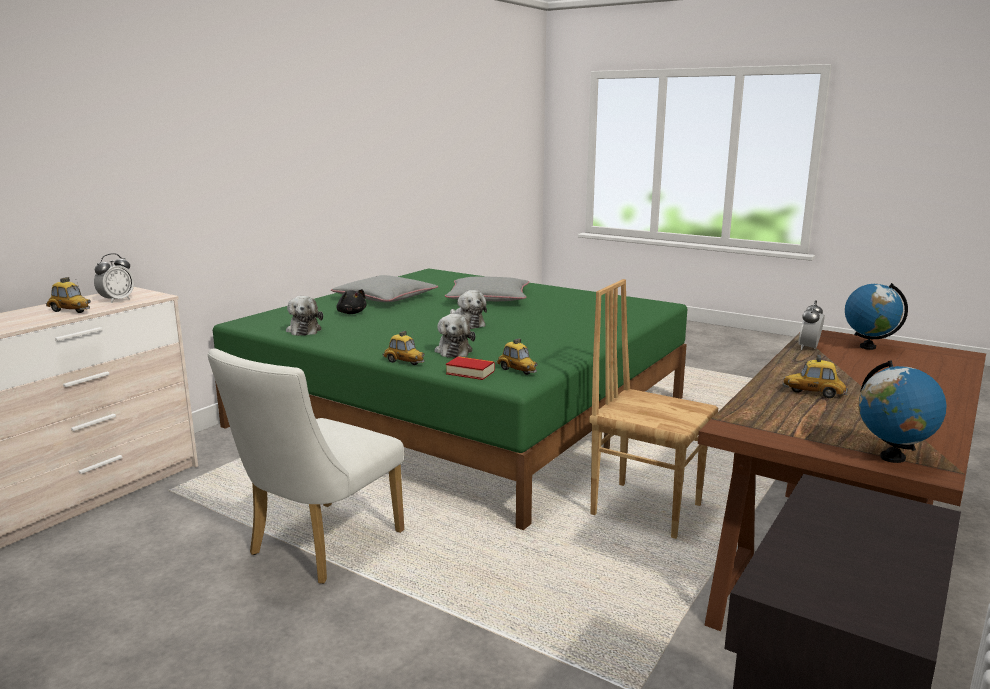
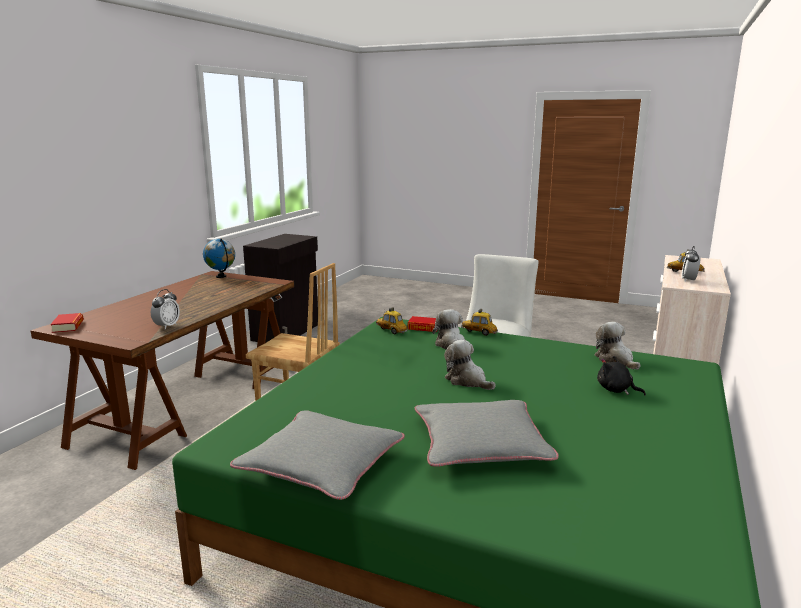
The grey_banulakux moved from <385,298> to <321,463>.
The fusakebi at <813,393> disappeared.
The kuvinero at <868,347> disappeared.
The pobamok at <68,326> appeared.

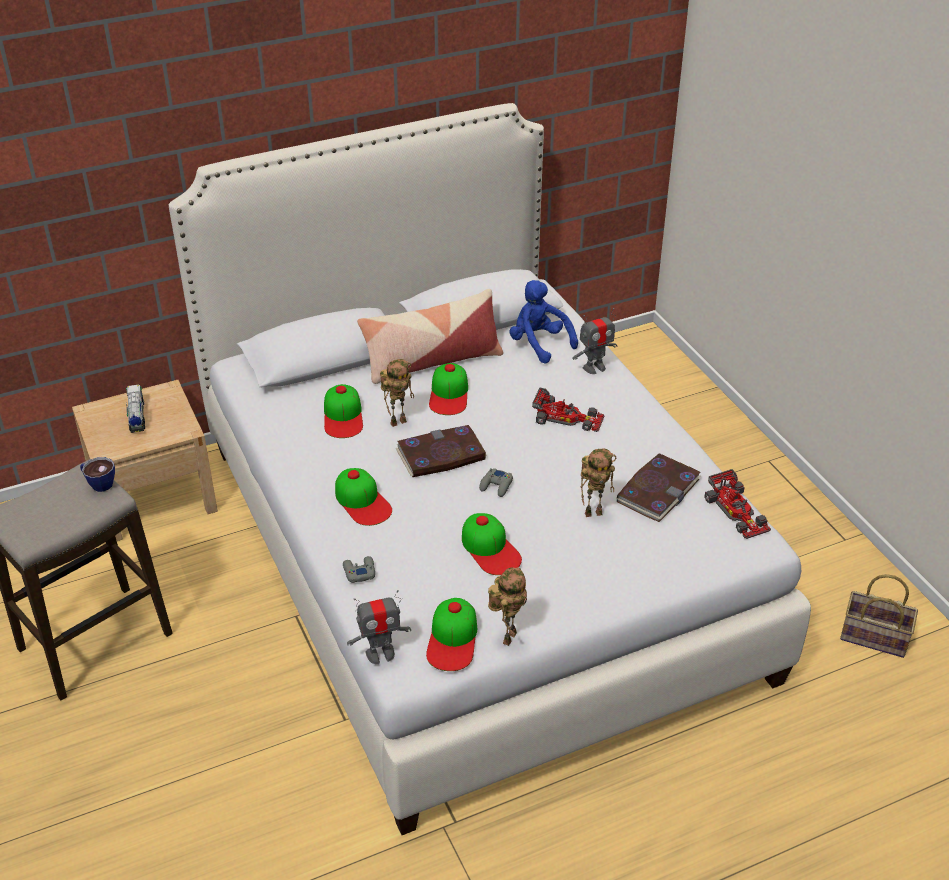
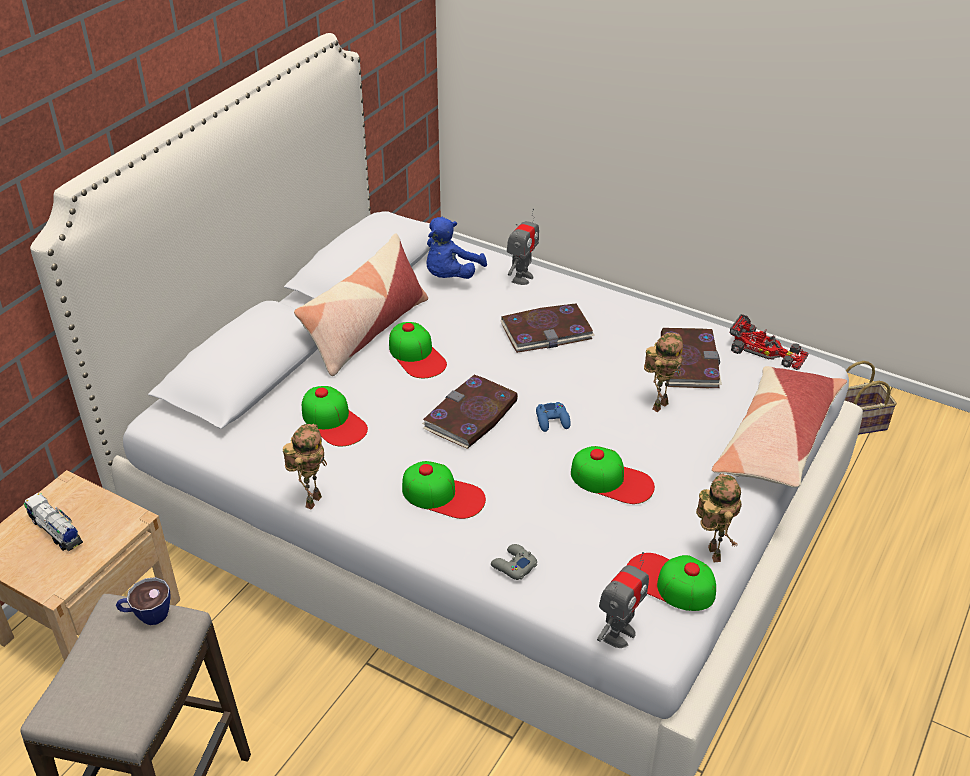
The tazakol moved from <398,421> to <312,500>.
The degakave at <453,639> turned 150 degrees clockwise.
The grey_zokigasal at <496,486> became the blue_zokigasal at <552,420>.
The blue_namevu at <539,344> turned 75 degrees counterclockwise.
The fusakebi at <567,417> was replaced by the pobamok at <546,331>.
The banulakux at <777,440> appeared.

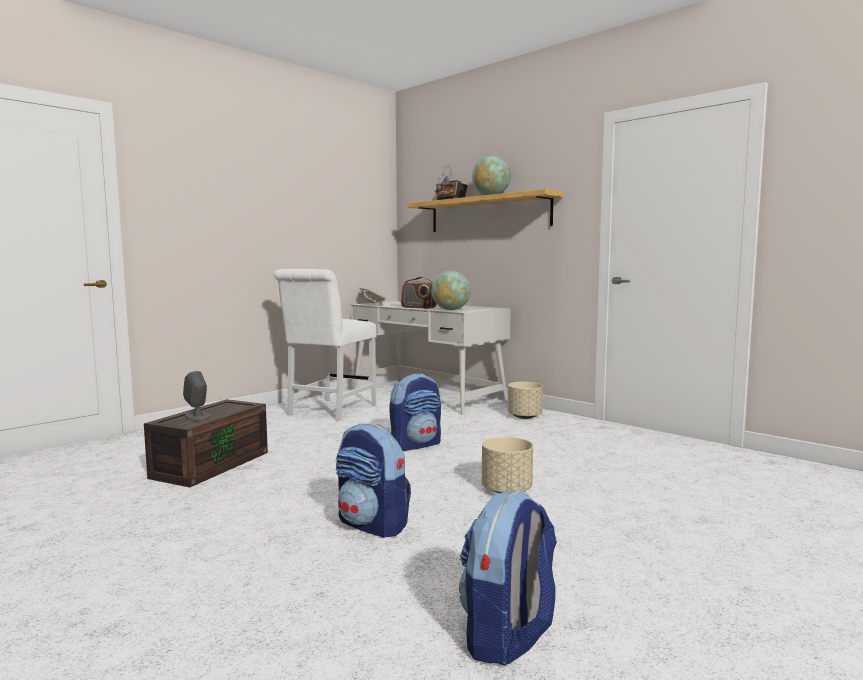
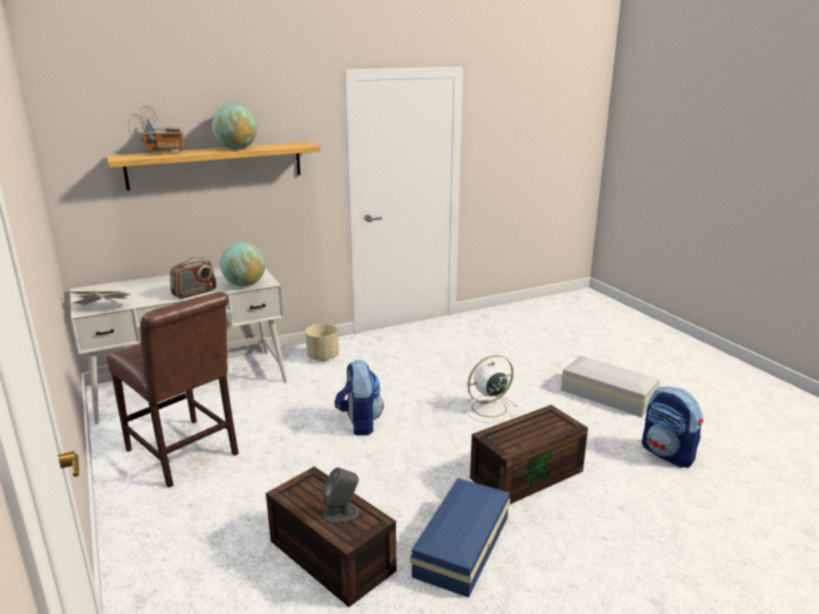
The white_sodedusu at <329,411> became the brown_sodedusu at <185,455>.
The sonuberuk at <373,525> was replaced by the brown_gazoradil at <527,473>.
The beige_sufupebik at <506,490> was replaced by the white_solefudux at <487,408>.
The blue_gazoradil at <460,547> appeared.
The white_gazoradil at <609,396> appeared.

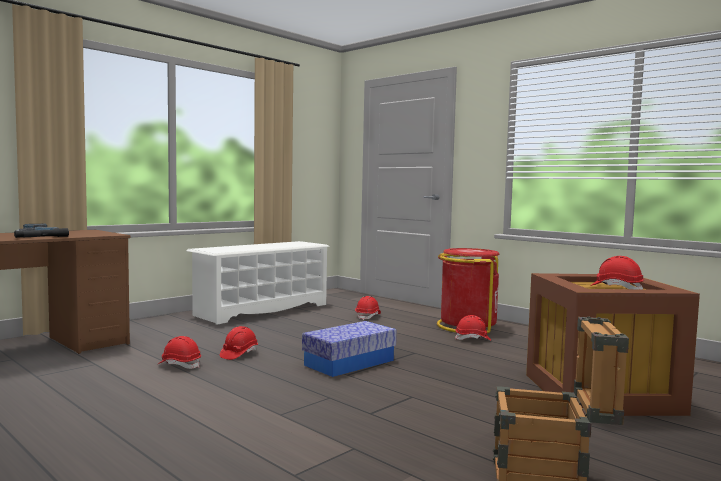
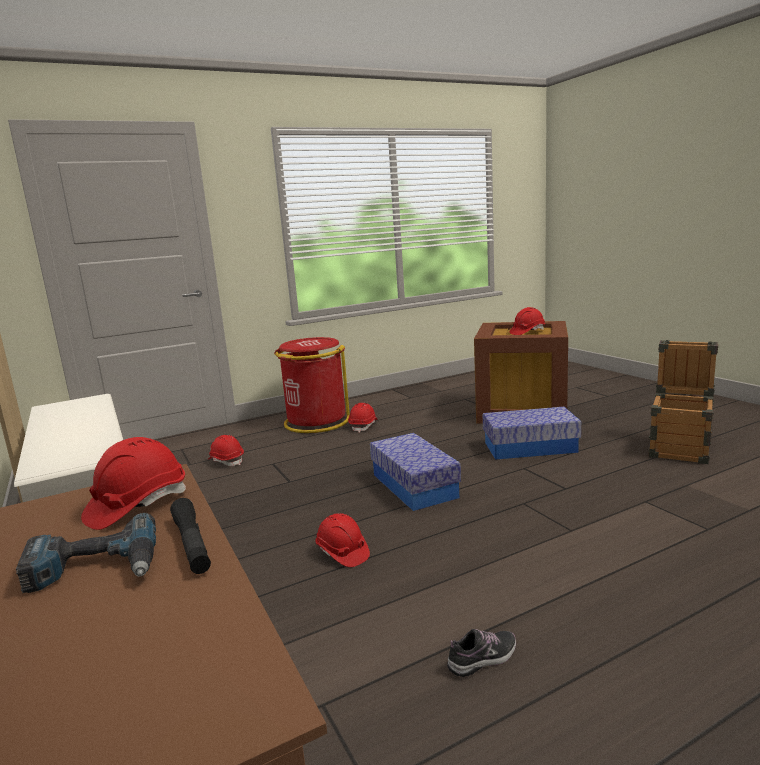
The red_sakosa moved from <179,365> to <137,505>.
The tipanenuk at <483,659> appeared.
The gazoradil at <530,447> appeared.

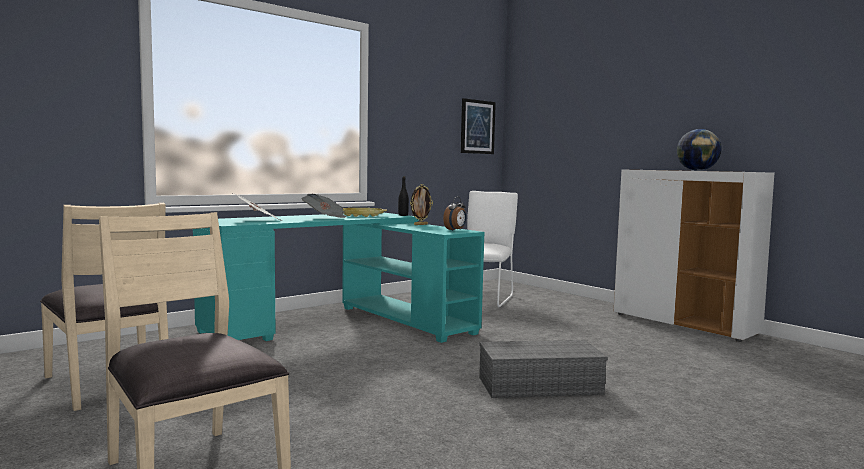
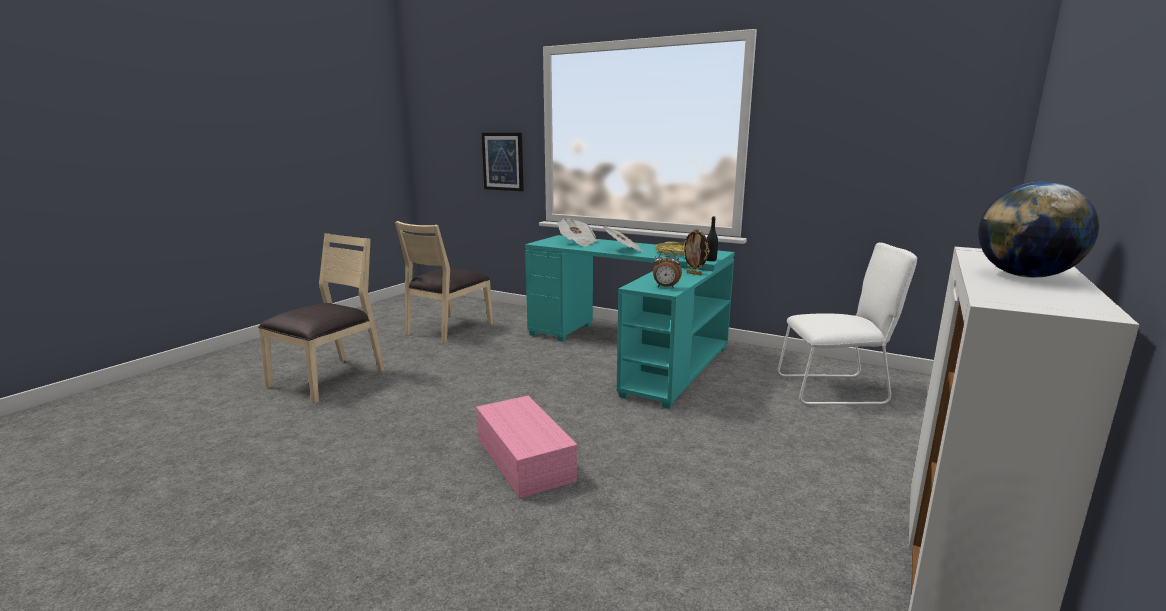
The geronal moved from <477,127> to <503,161>.
The grey_gazoradil at <541,385> became the pink_gazoradil at <526,460>.

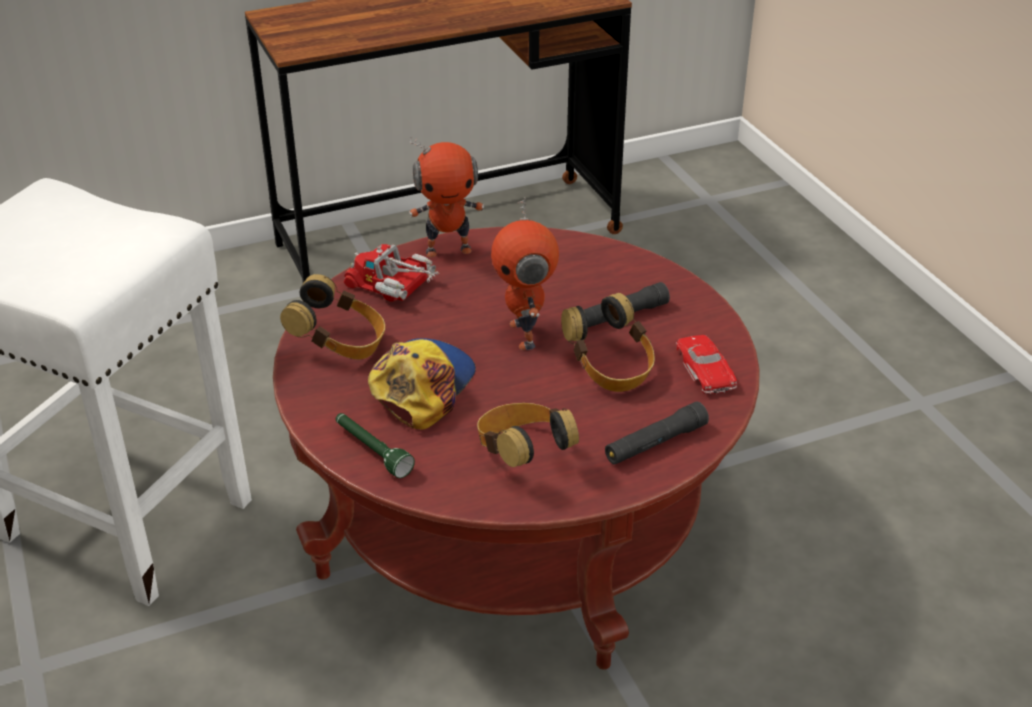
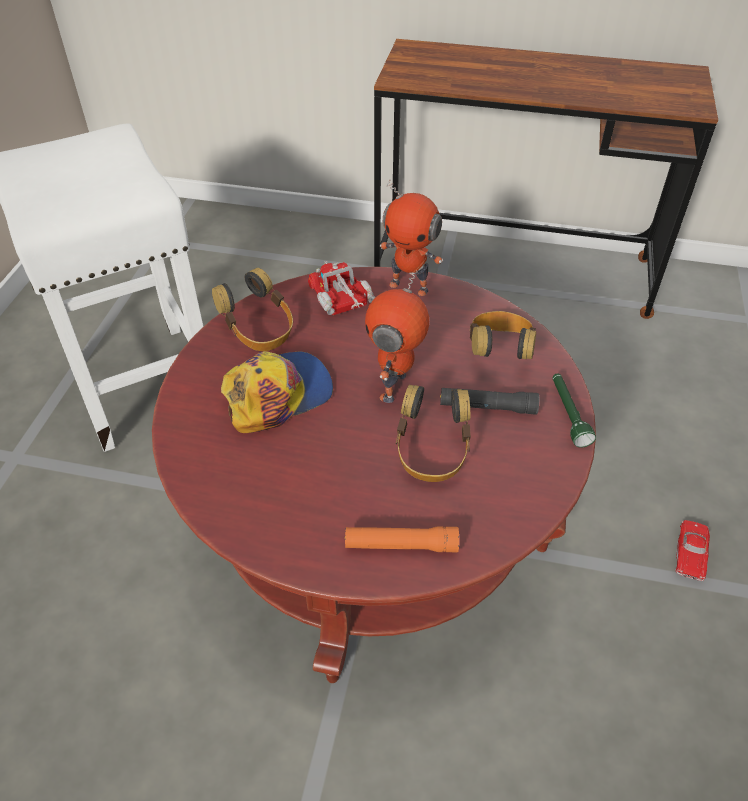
The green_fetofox moved from <372,451> to <568,414>.
The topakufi moved from <522,454> to <499,352>.
The black_fetofox at <655,443> became the orange_fetofox at <400,545>.
The red_fusakebi moved from <705,369> to <691,552>.

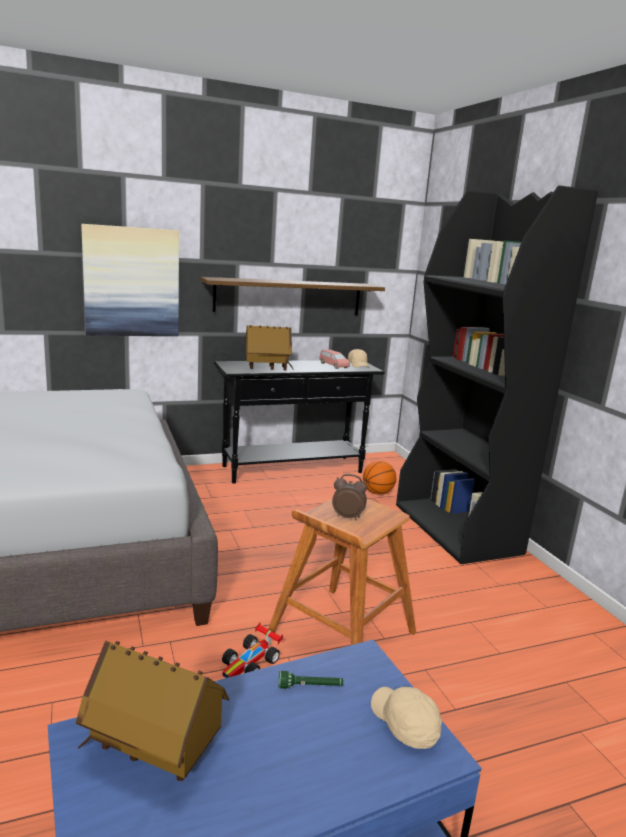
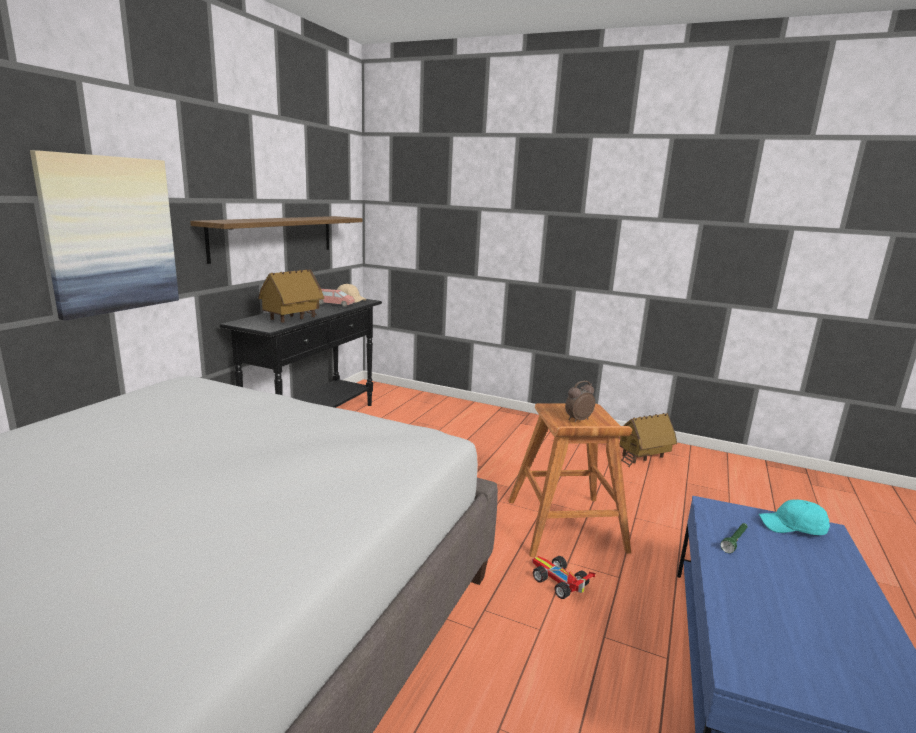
The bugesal moved from <153,750> to <643,457>.
The fusakebi at <251,663> turned 150 degrees clockwise.
The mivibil at <377,493> disappeared.
The beige_degakave at <404,724> became the turquoise_degakave at <793,528>.
The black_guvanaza at <457,529> disappeared.

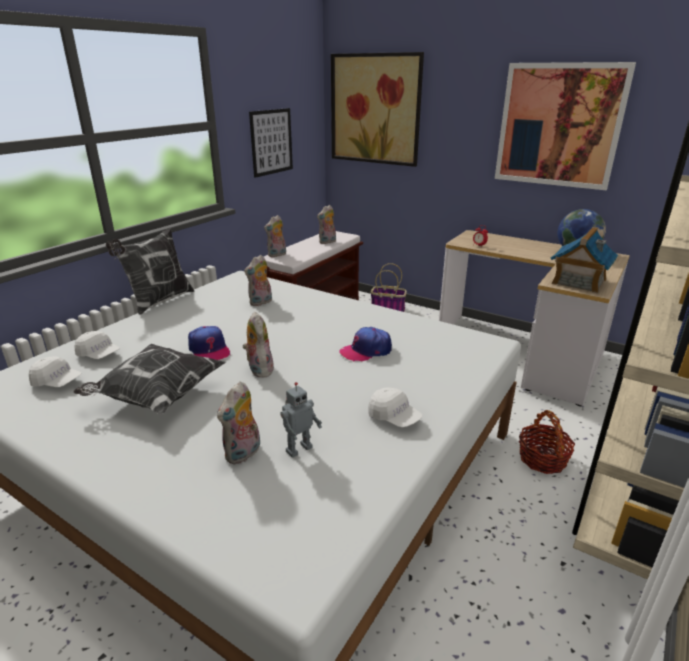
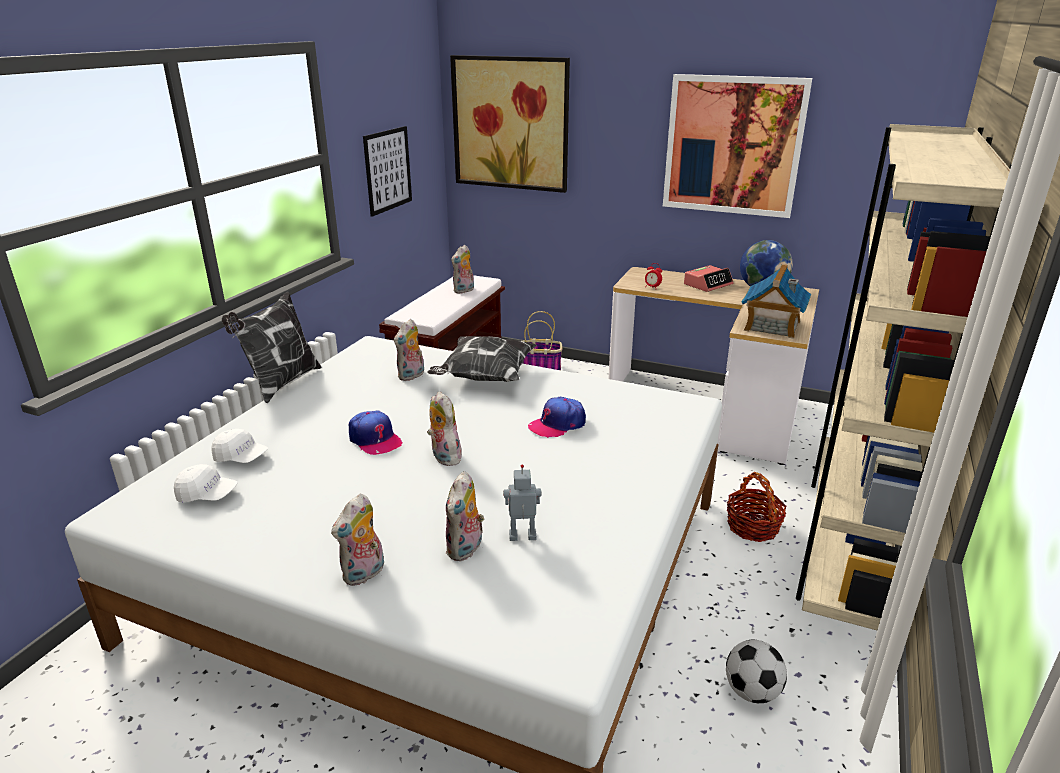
The banulakux moved from <156,397> to <484,378>.
The namevu moved from <277,255> to <364,574>.
The tazakol at <298,448> turned 135 degrees counterclockwise.
The white_degakave at <394,417> disappeared.
The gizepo at <708,284> appeared.
The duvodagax at <752,692> appeared.

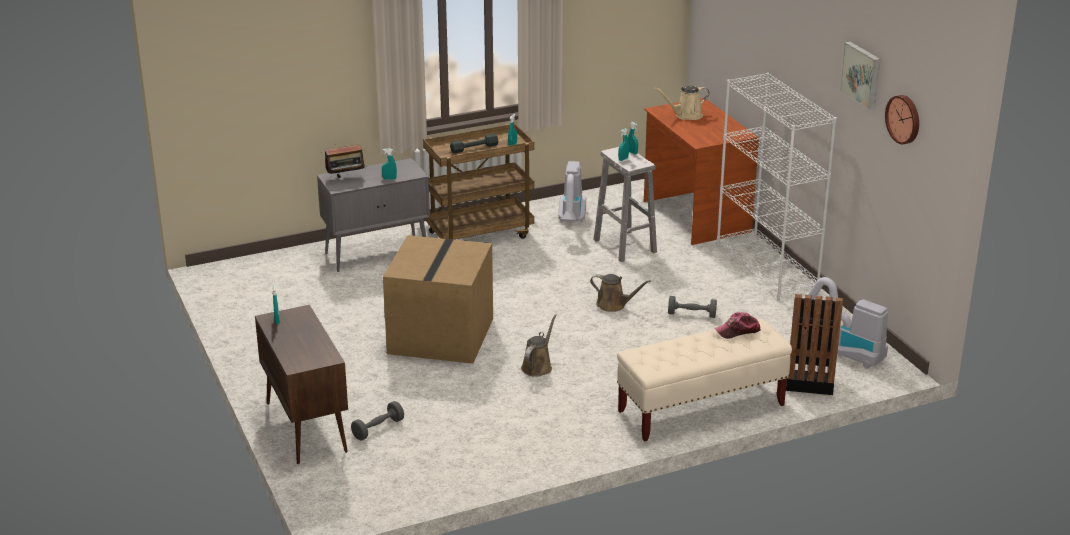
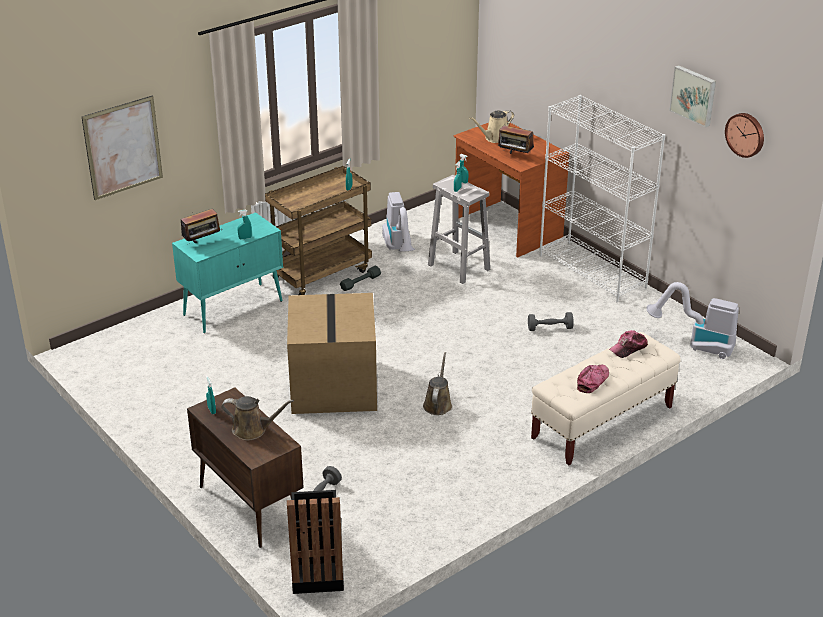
The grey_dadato at <377,253> became the turquoise_dadato at <234,307>.
The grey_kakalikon moved from <474,148> to <360,282>.
The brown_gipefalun moved from <614,305> to <253,430>.
The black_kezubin moved from <809,380> to <317,574>.
The geronal at <123,147> appeared.
The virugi at <515,156> appeared.
The degakave at <592,381> appeared.

